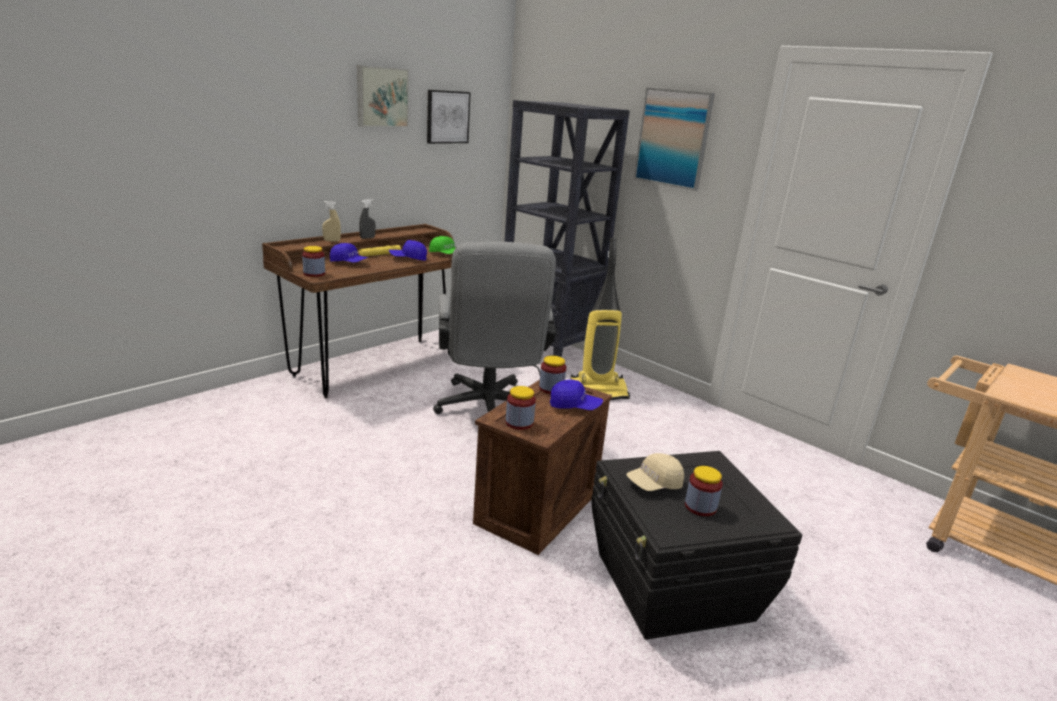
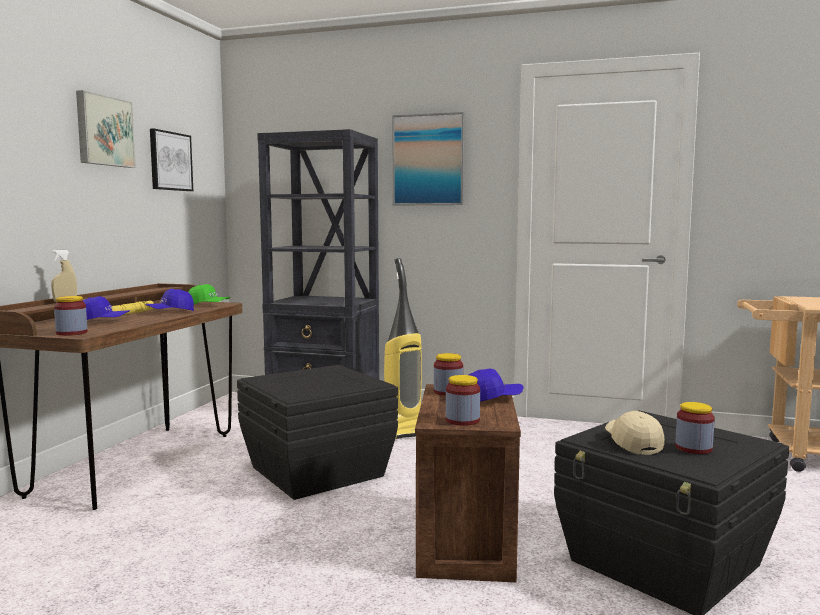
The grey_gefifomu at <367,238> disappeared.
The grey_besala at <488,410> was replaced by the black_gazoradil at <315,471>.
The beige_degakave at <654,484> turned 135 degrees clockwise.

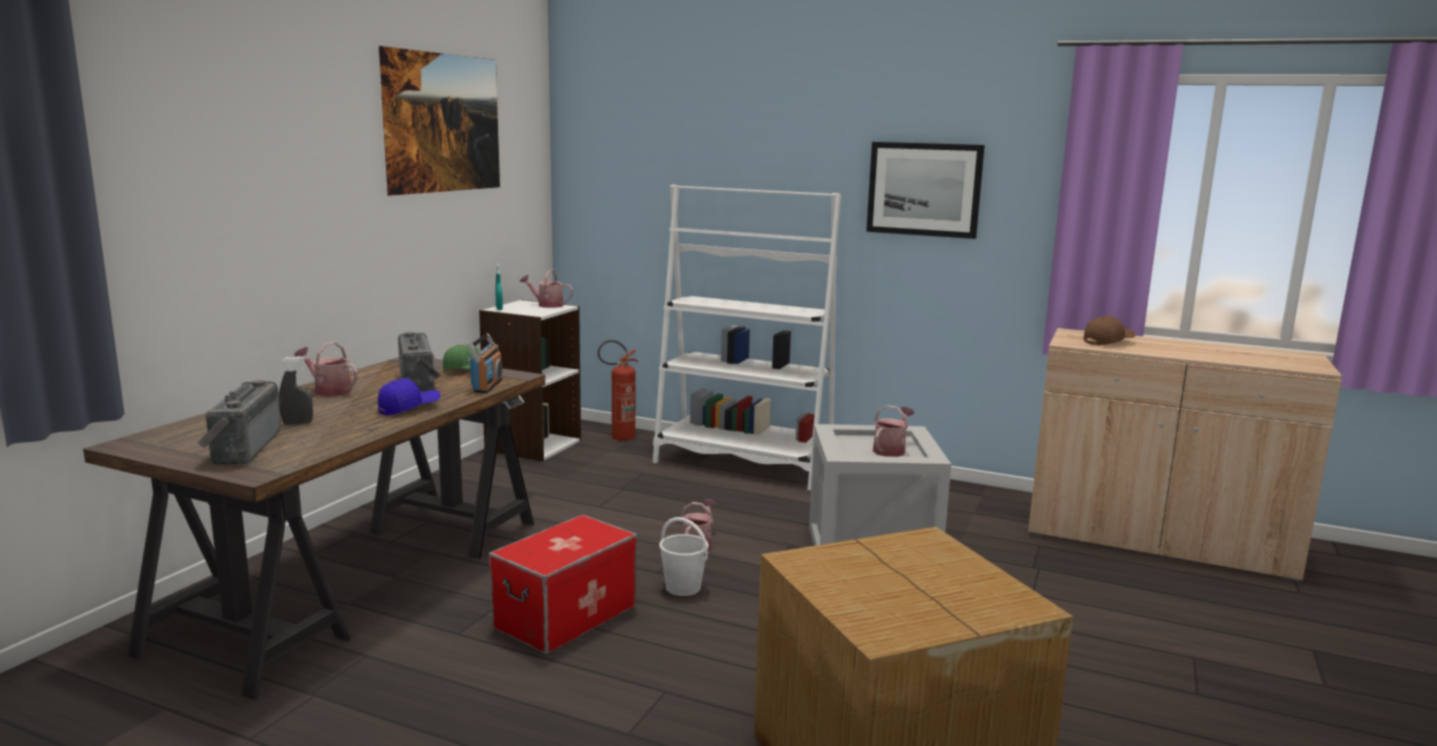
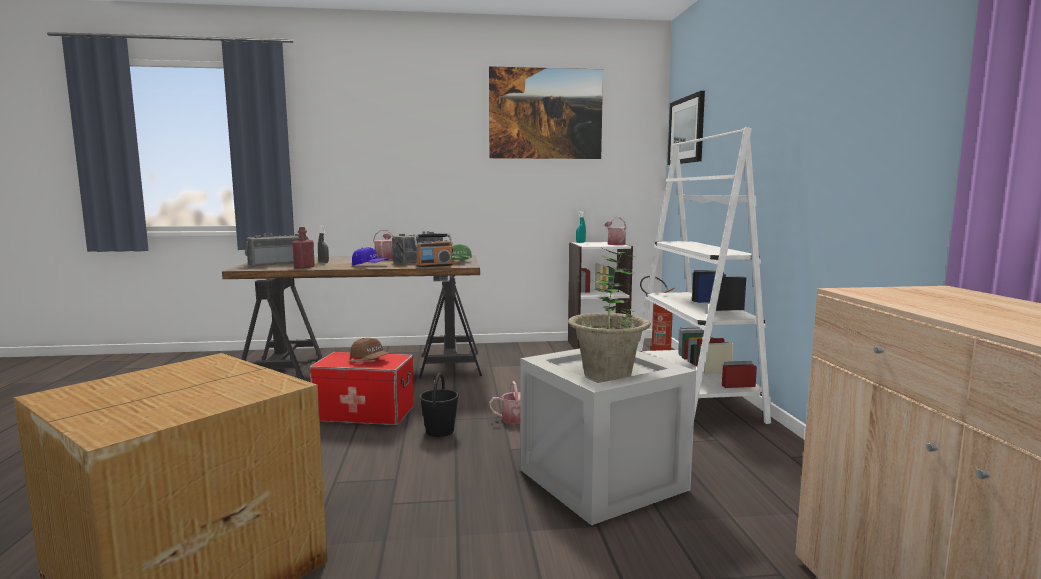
The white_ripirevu at <683,588> became the black_ripirevu at <439,431>.
The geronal moved from <924,189> to <686,130>.
The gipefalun at <891,450> was replaced by the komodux at <607,373>.
The brown_degakave moved from <1108,342> to <370,359>.
The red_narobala at <304,267> appeared.

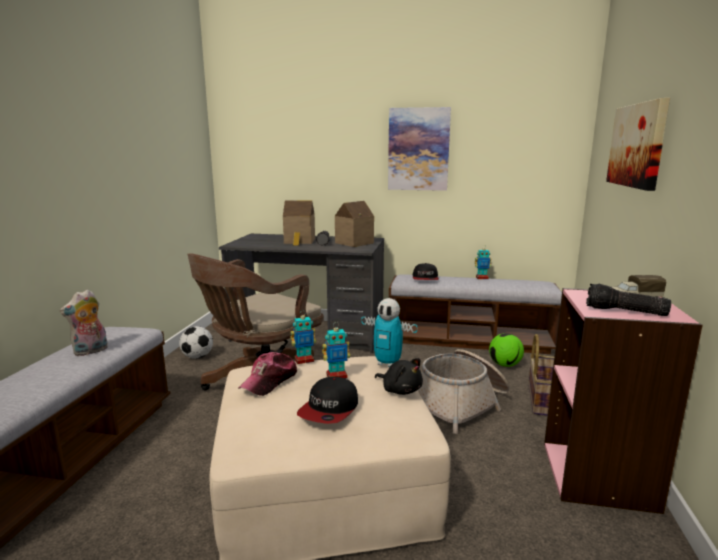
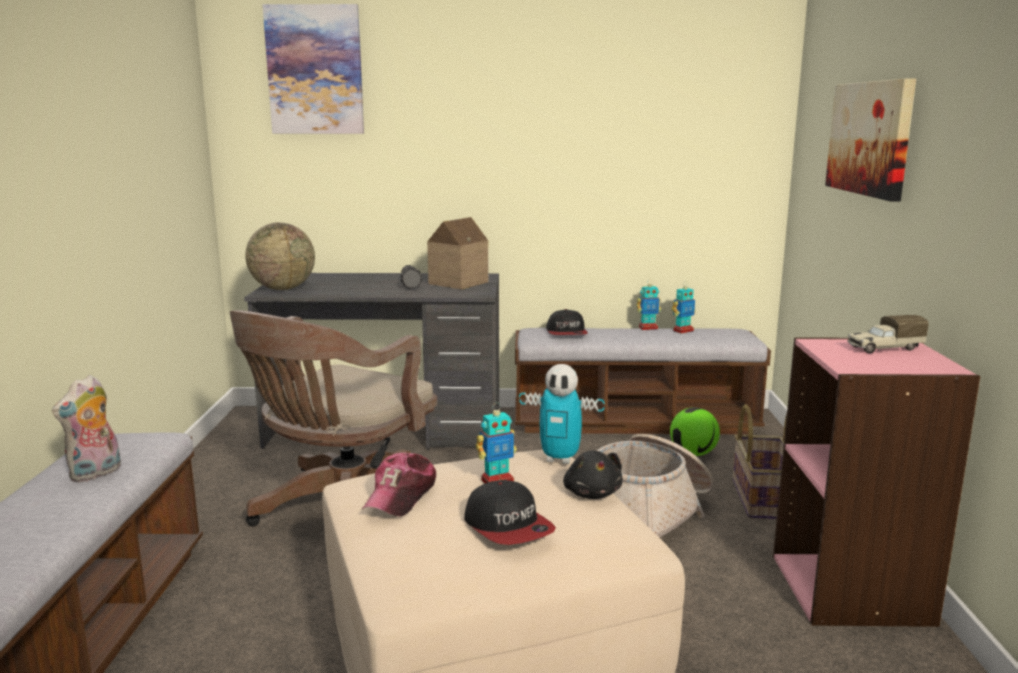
The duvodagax at <197,357> disappeared.
The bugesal at <299,241> disappeared.
The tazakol moved from <304,360> to <683,331>.
The degakave at <329,409> turned 45 degrees counterclockwise.
The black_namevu at <400,390> turned 45 degrees clockwise.
The geronal moved from <418,149> to <315,70>.
The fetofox at <624,311> disappeared.
The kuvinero at <283,289> appeared.

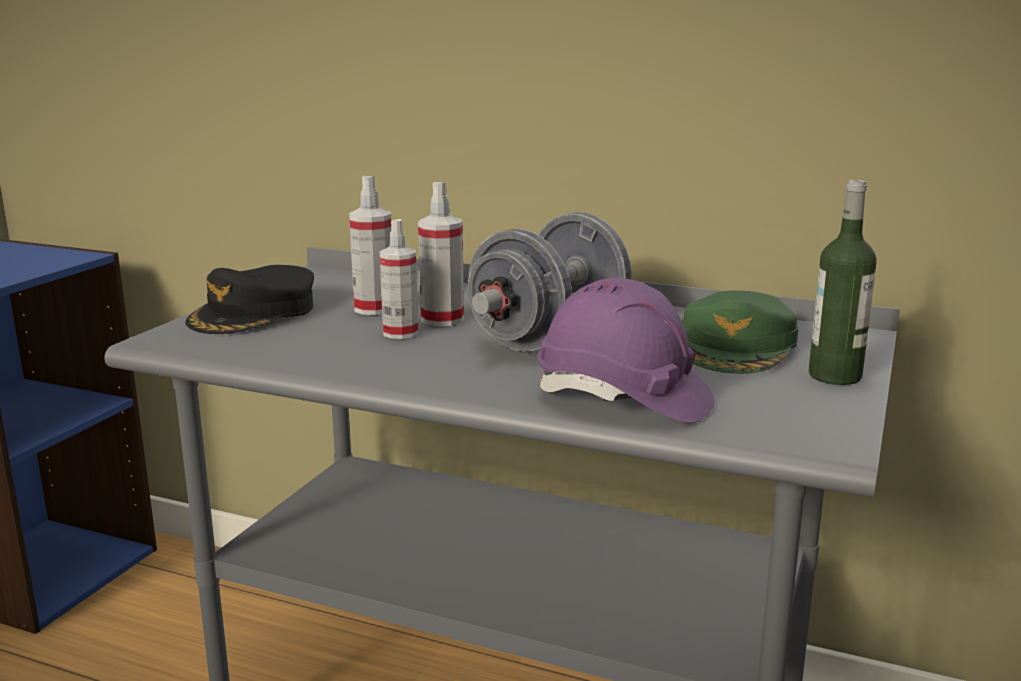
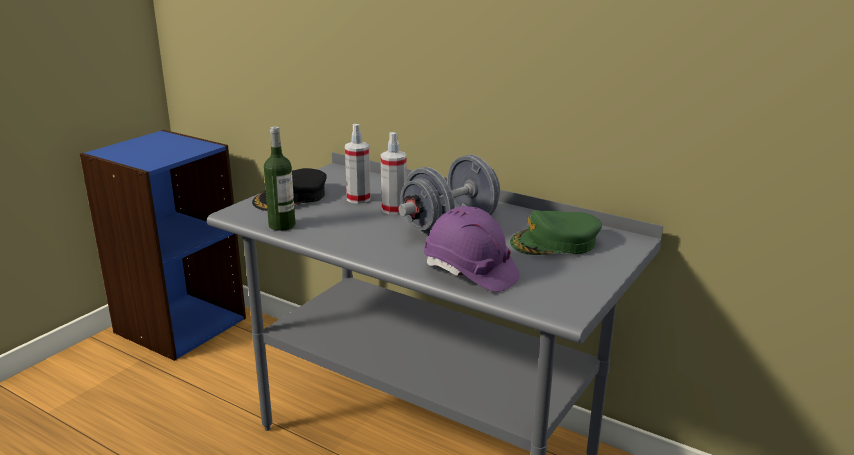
The gefifomu at <400,333> disappeared.
The green_degakave at <737,347> turned 45 degrees clockwise.
The narobala moved from <834,376> to <282,225>.

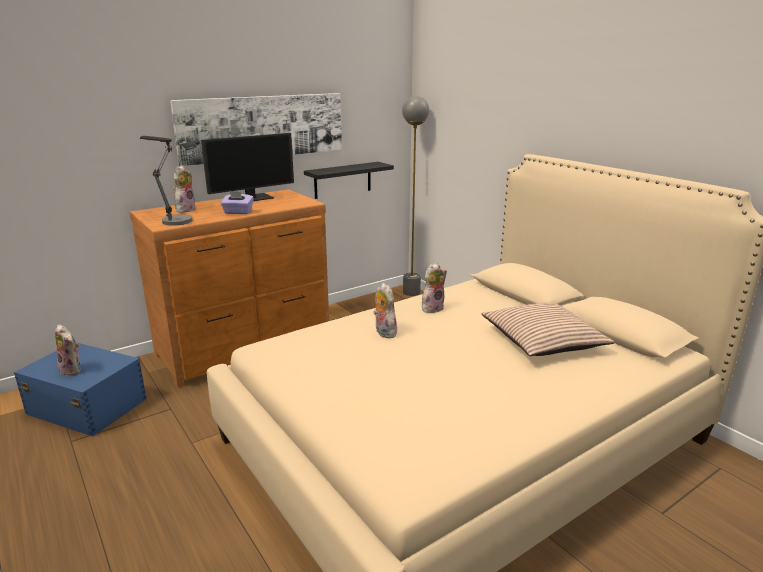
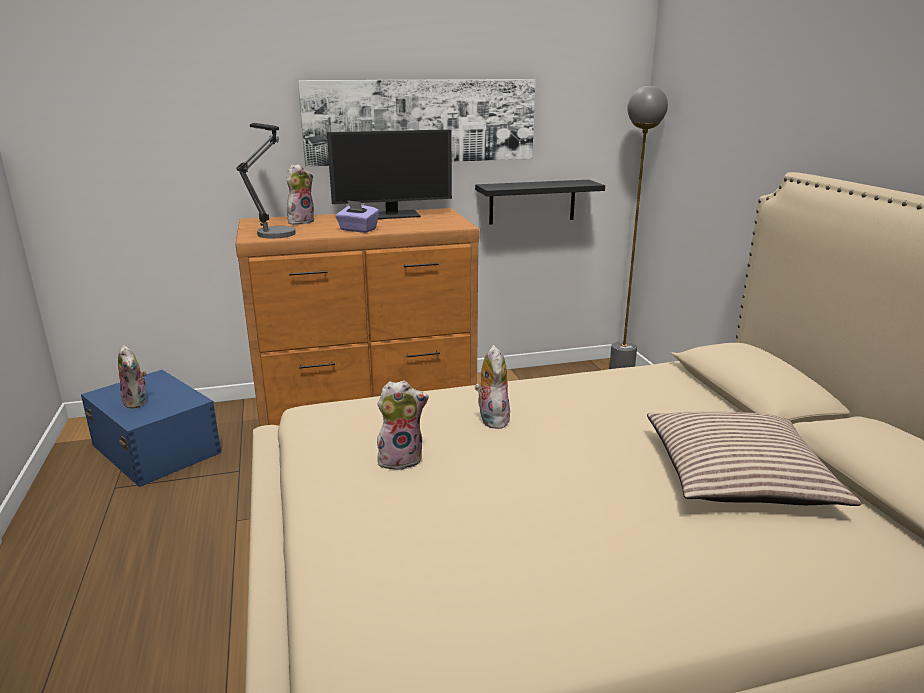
The namevu moved from <432,308> to <401,459>.

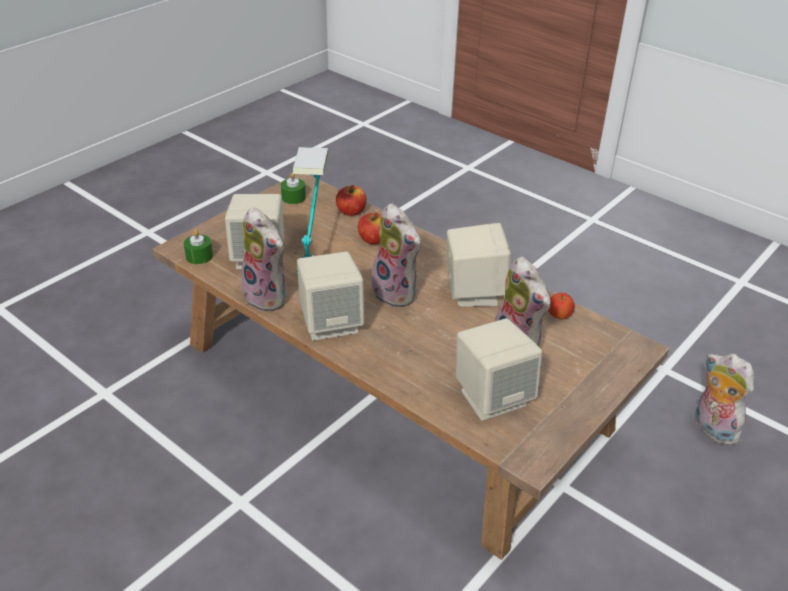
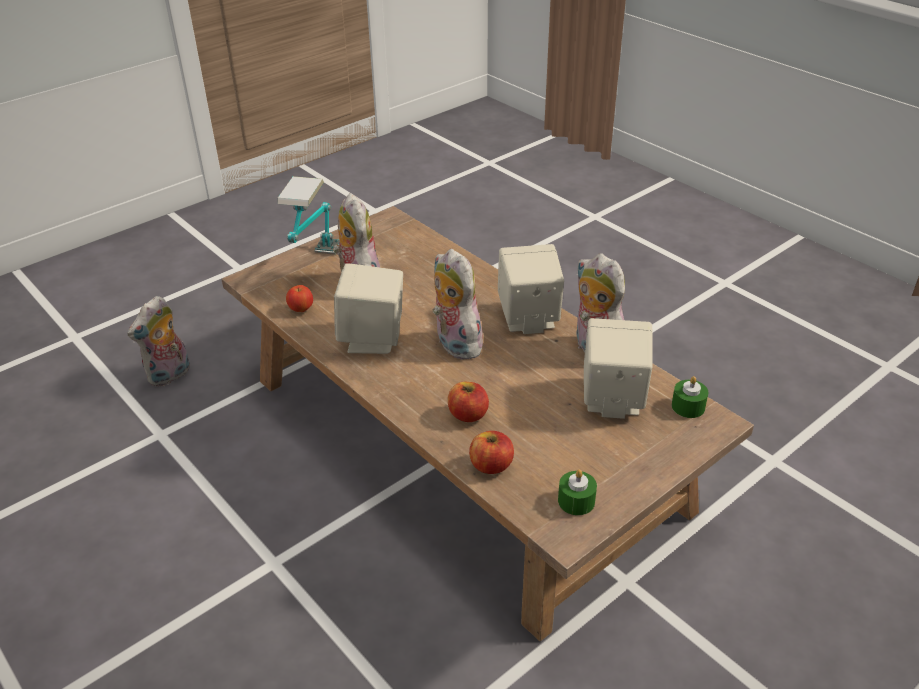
The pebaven moved from <313,248> to <317,267>.
The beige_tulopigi at <493,397> disappeared.
The namevu at <711,429> turned 60 degrees clockwise.

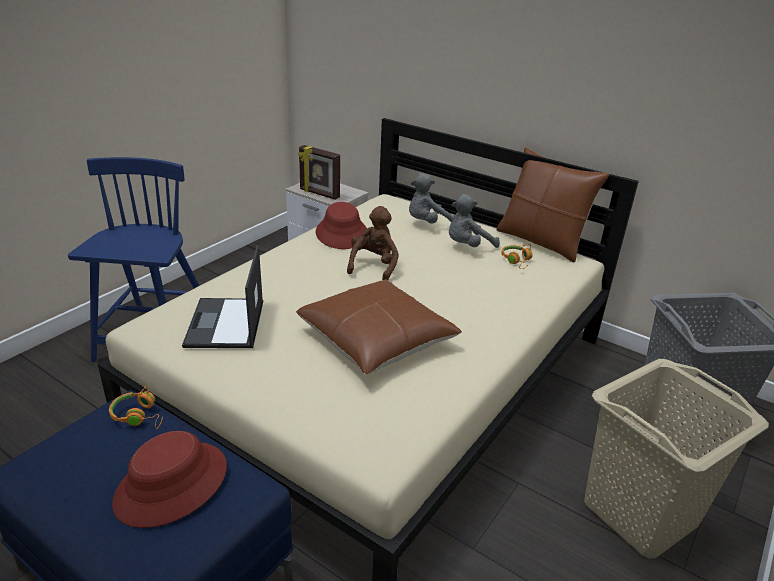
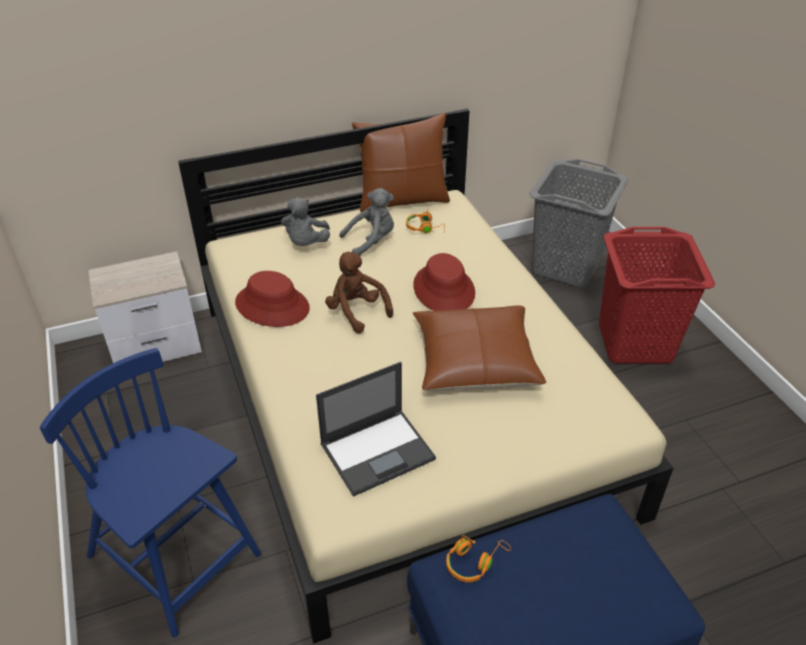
The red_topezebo moved from <172,484> to <444,289>.
The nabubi at <225,324> turned 60 degrees counterclockwise.
The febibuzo at <319,194> disappeared.
The grey_namevu at <467,246> turned 120 degrees counterclockwise.
The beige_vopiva at <641,513> became the red_vopiva at <635,342>.

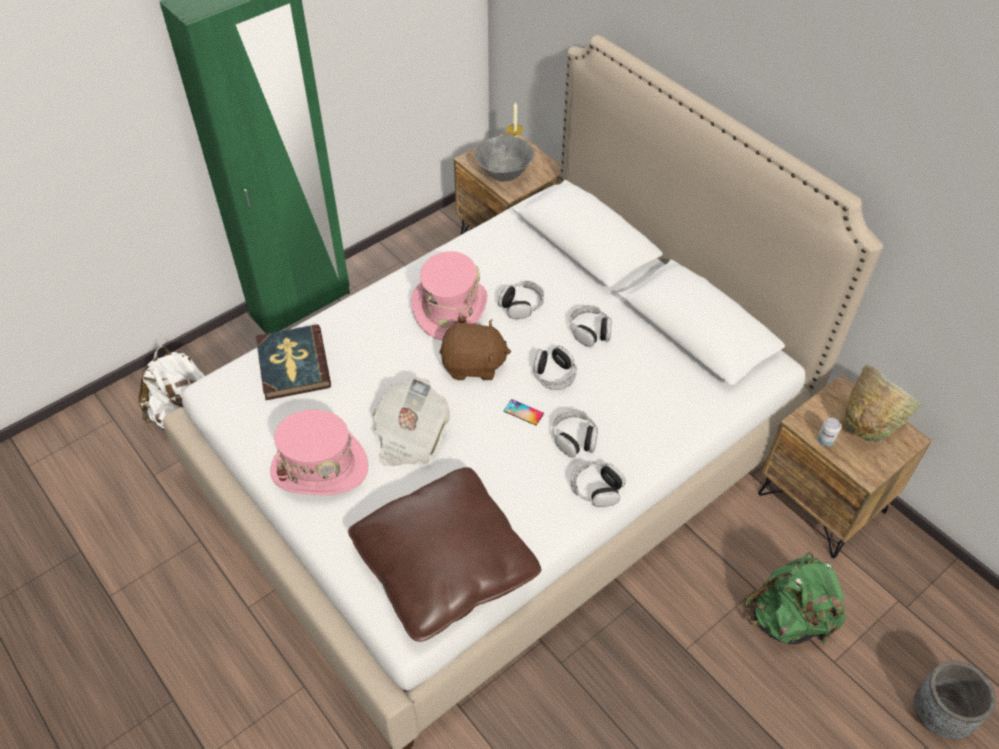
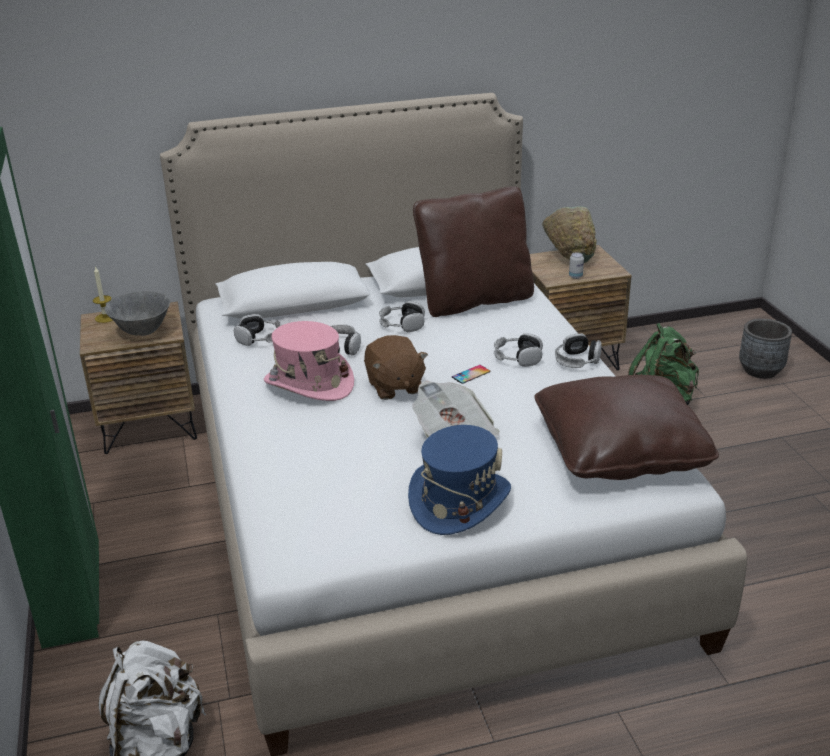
The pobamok at <293,365> disappeared.
The pink_topezebo at <320,467> became the blue_topezebo at <459,501>.
The brown_namevu at <473,365> turned 135 degrees clockwise.
The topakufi moved from <554,374> to <259,338>.
The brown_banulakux at <474,300> appeared.

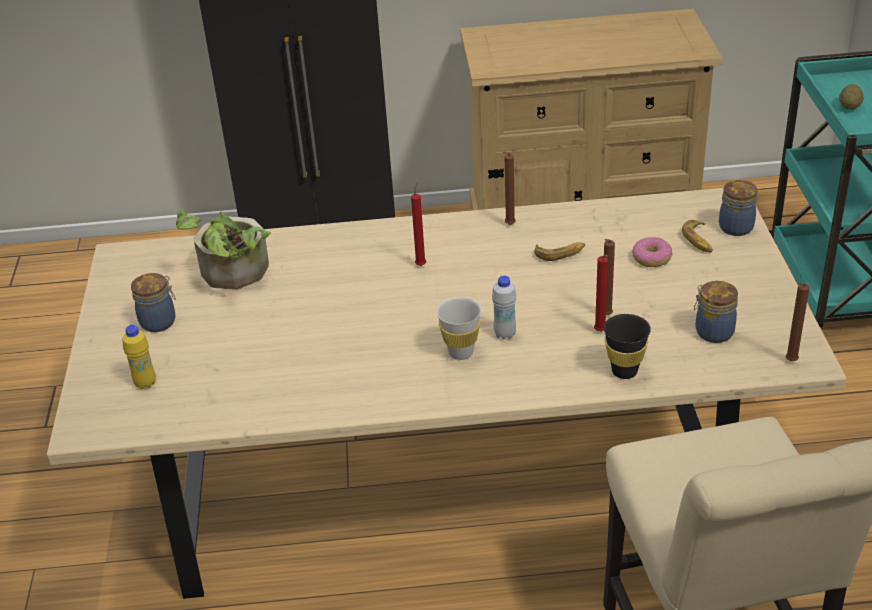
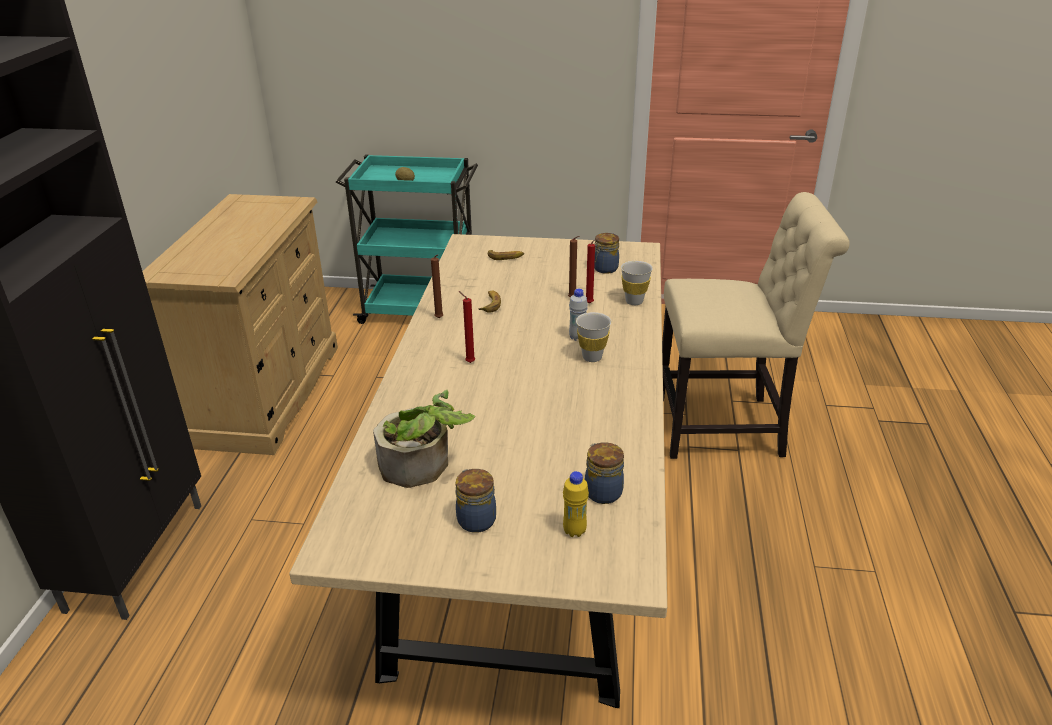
The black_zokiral at <624,371> became the white_zokiral at <634,301>.
The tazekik at <651,258> disappeared.
The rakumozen moved from <737,227> to <602,491>.
The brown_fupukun at <790,362> disappeared.

